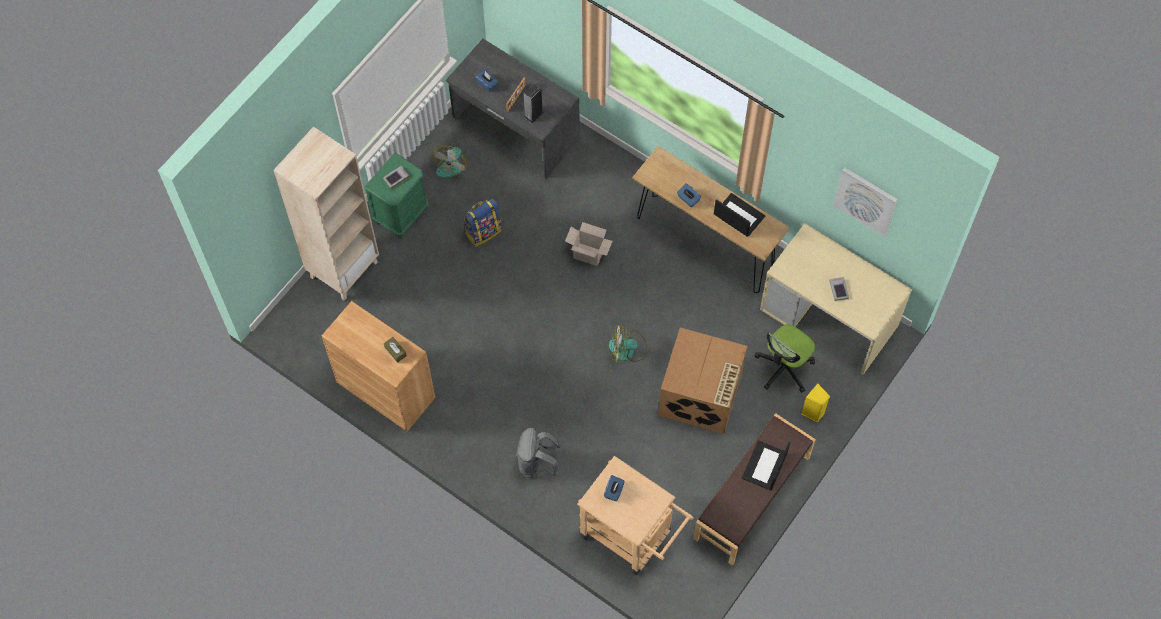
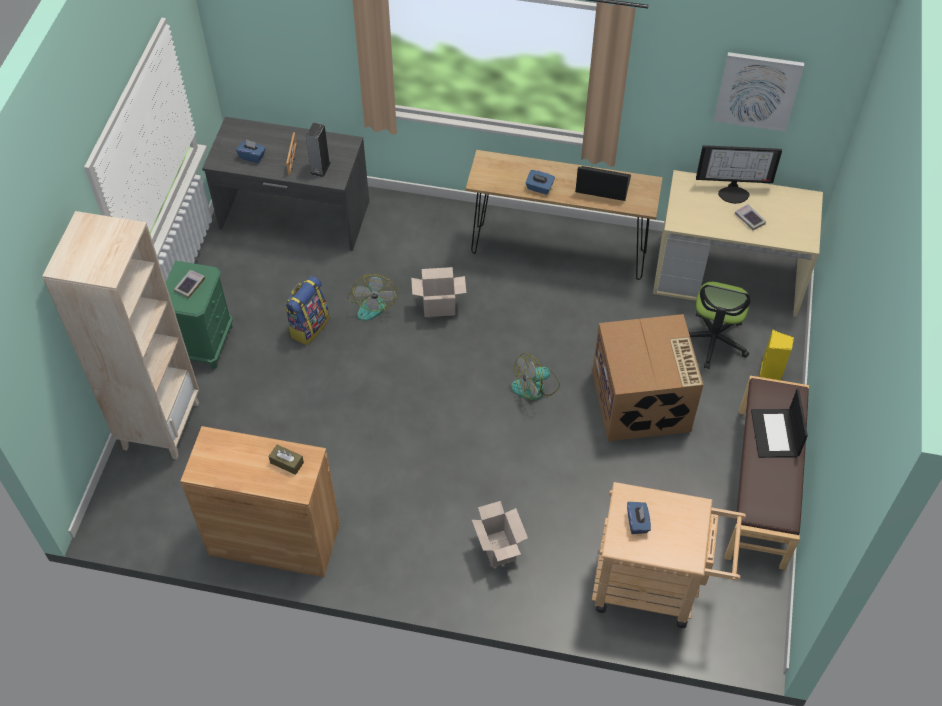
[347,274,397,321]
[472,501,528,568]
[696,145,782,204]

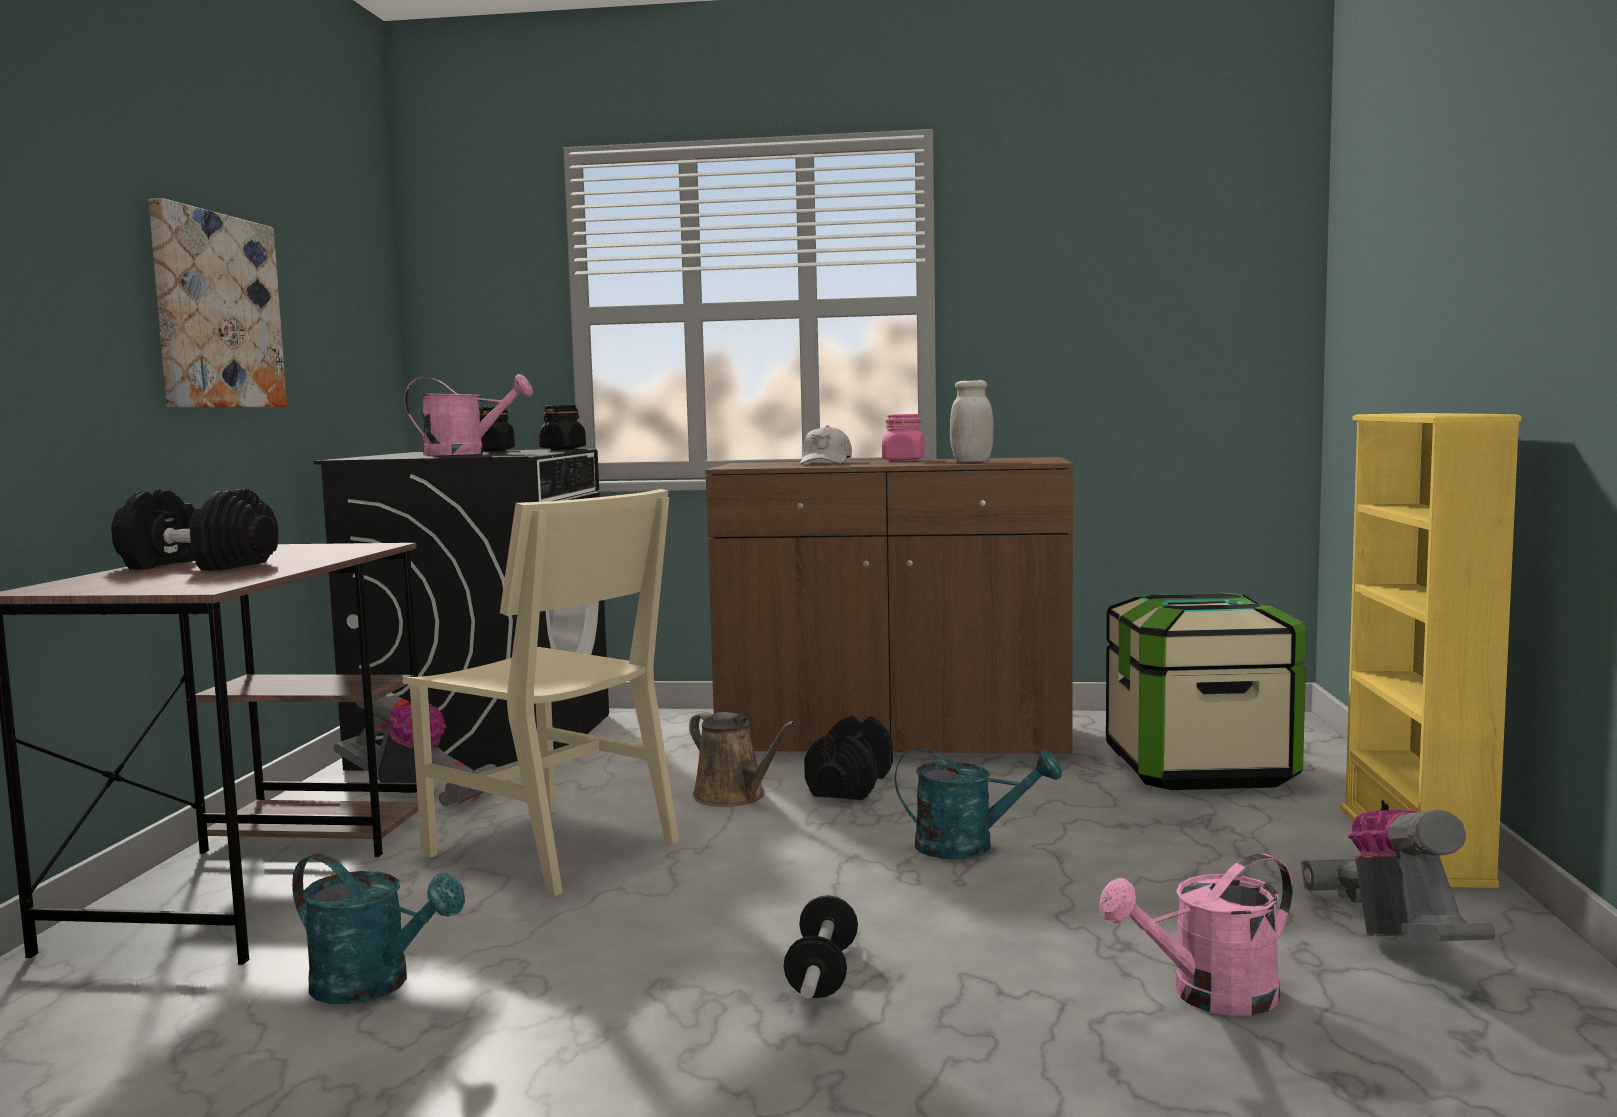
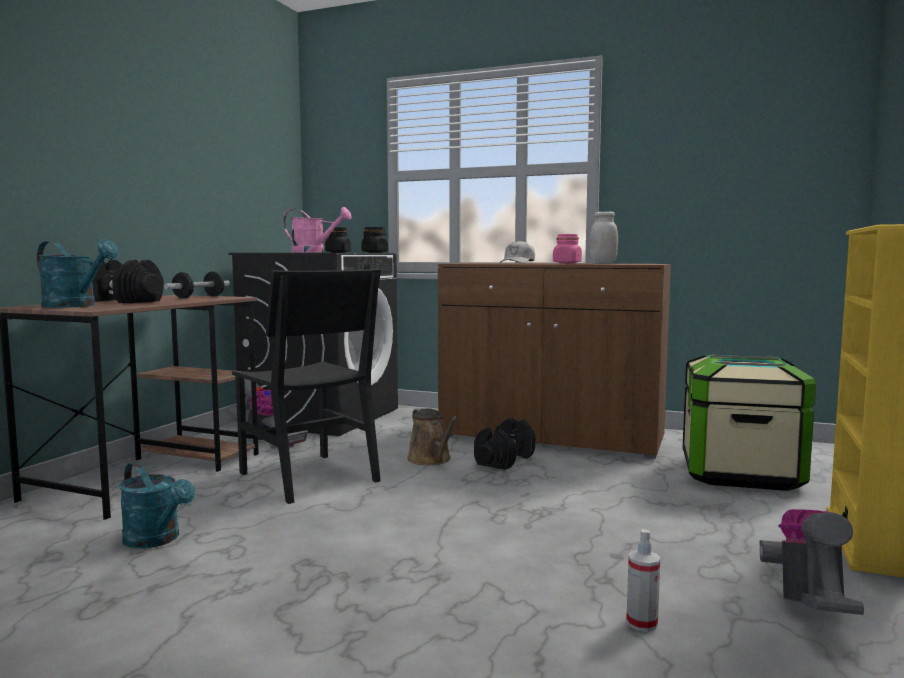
[37,239,119,308]
[164,271,230,299]
[232,269,381,504]
[626,529,660,632]
[149,198,287,407] (first image)

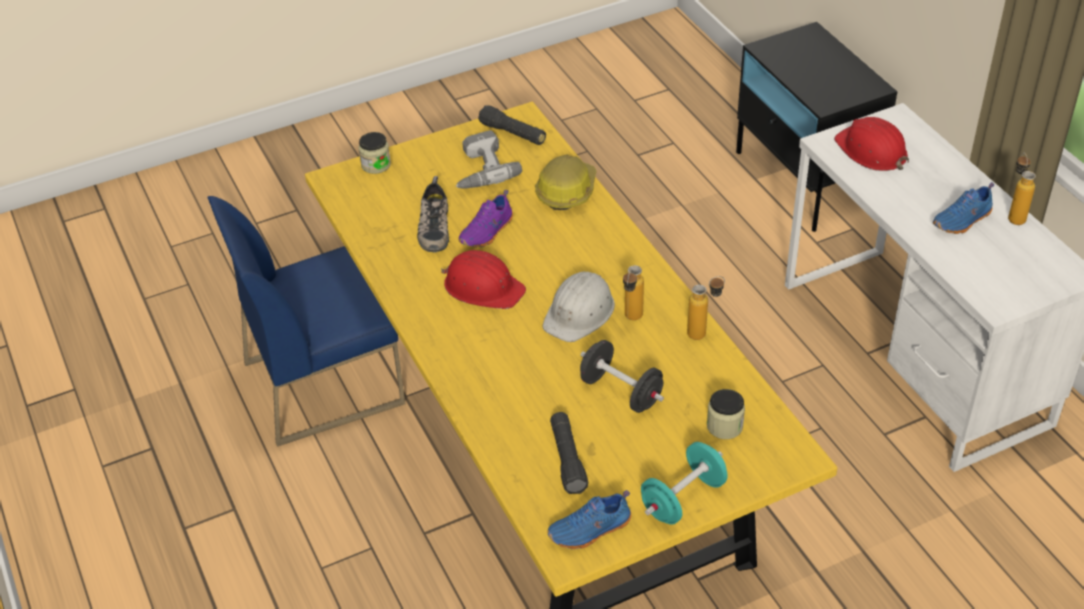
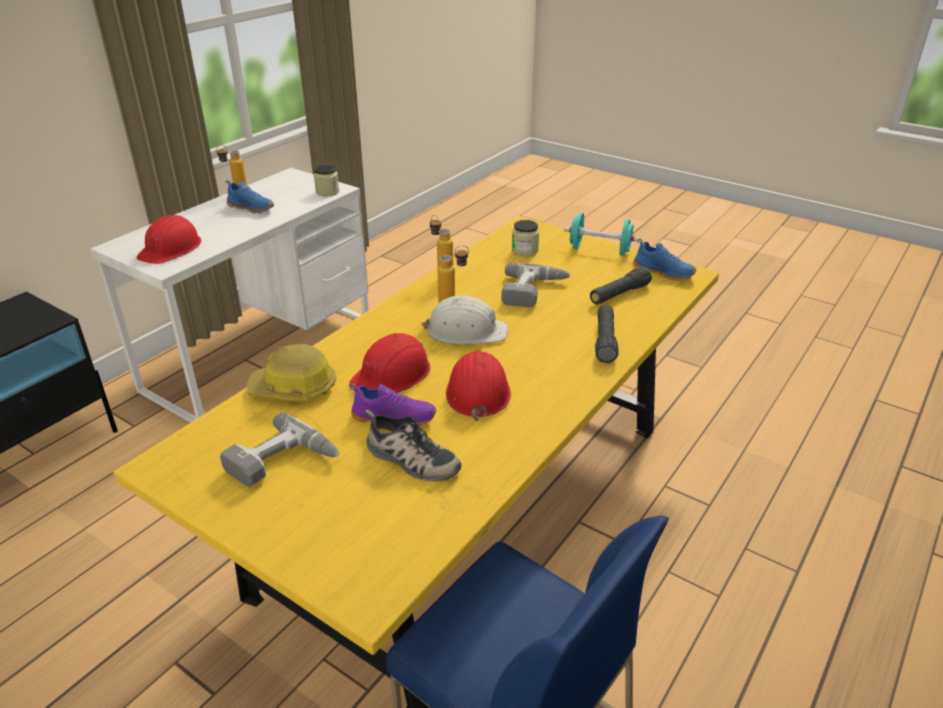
[314,165,339,196]
[349,333,430,393]
[364,409,462,482]
[501,263,571,307]
[595,305,619,363]

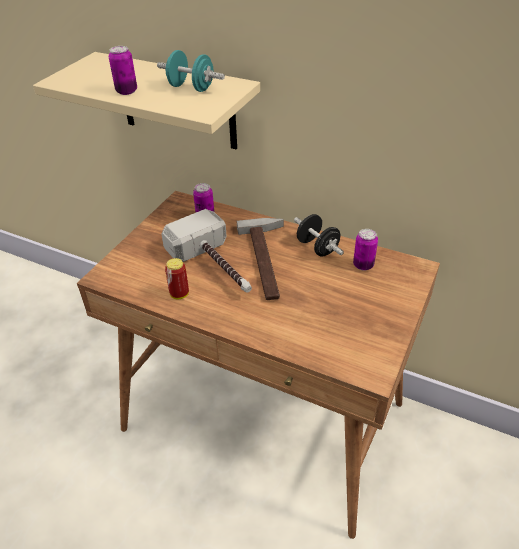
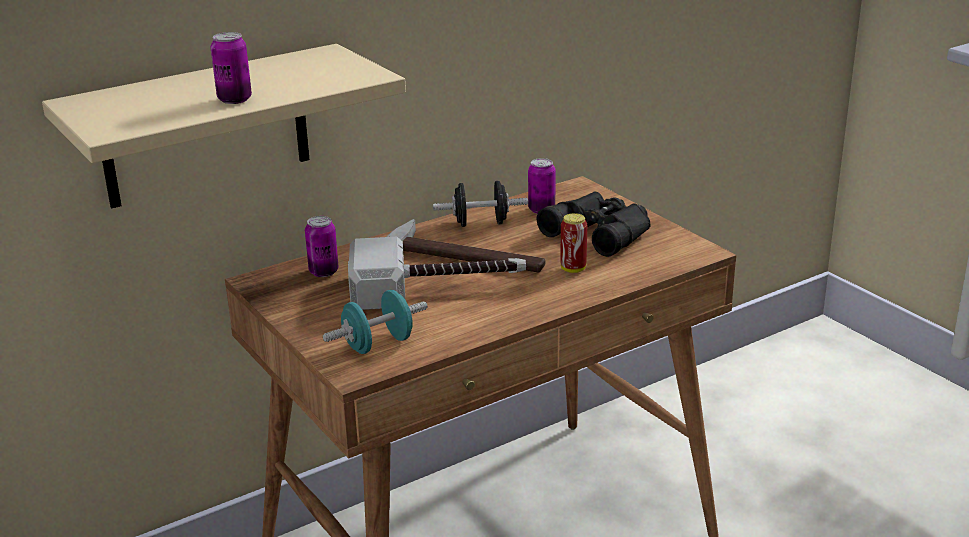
[323,290,428,354]
[536,192,651,257]
[561,213,587,273]

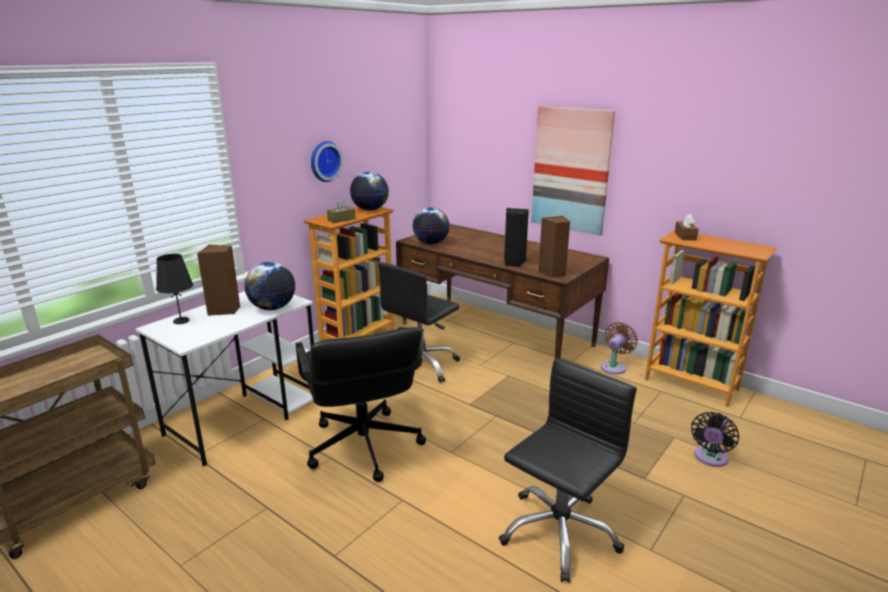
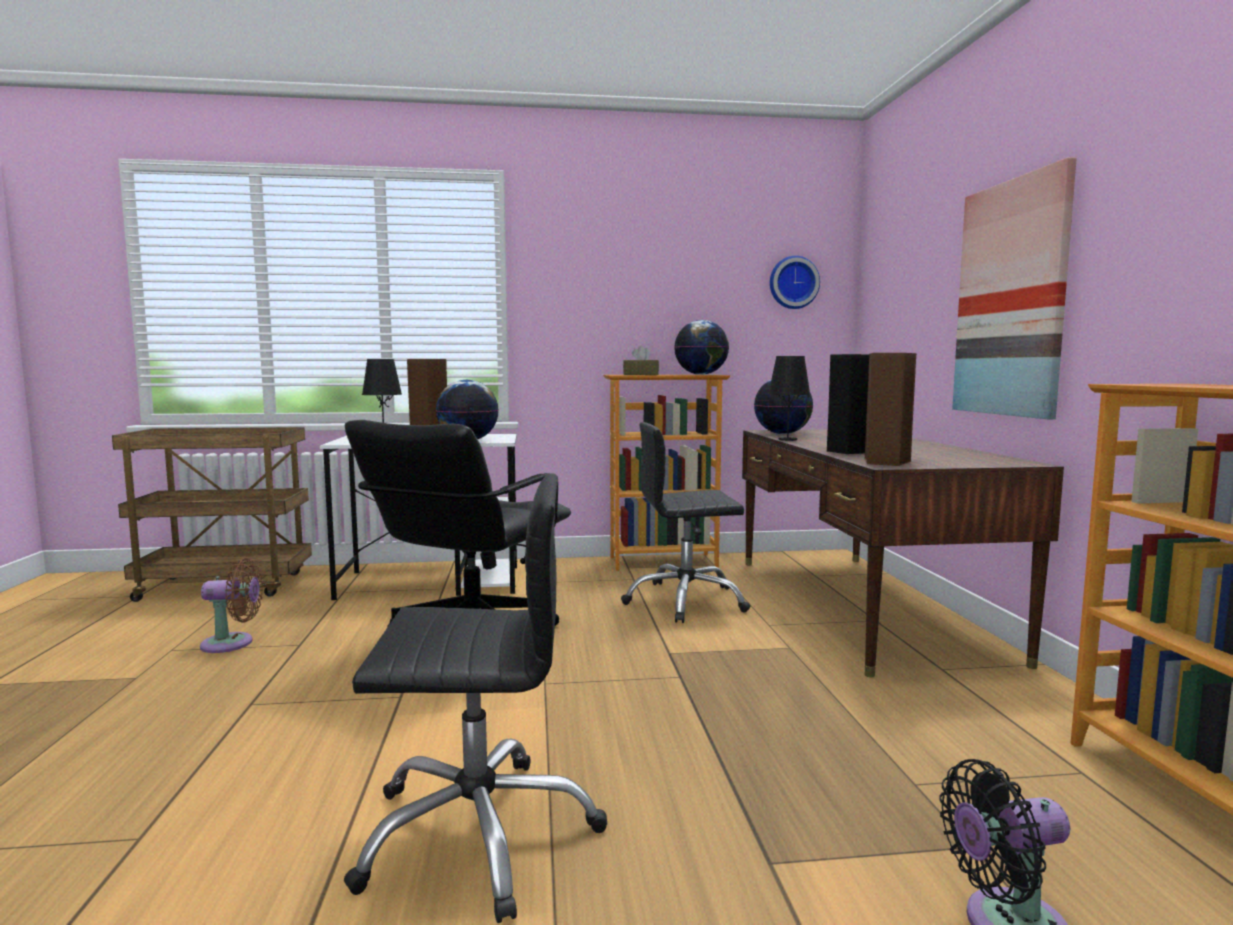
[200,558,263,653]
[768,356,811,441]
[770,256,820,309]
[675,214,699,241] (first image)

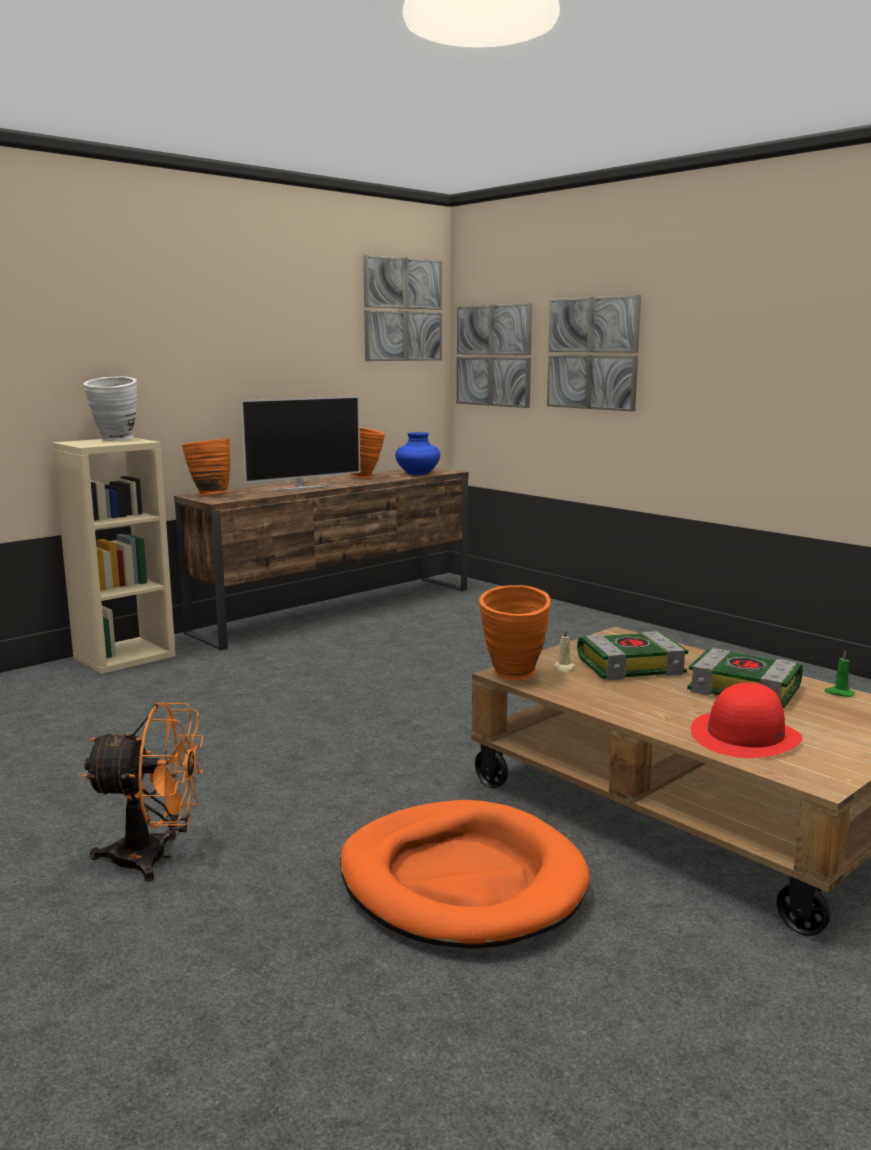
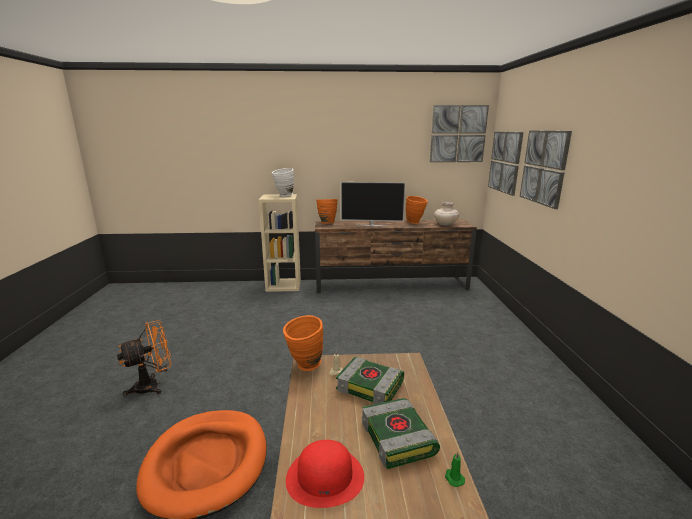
[117,320,172,396]
[434,202,459,226]

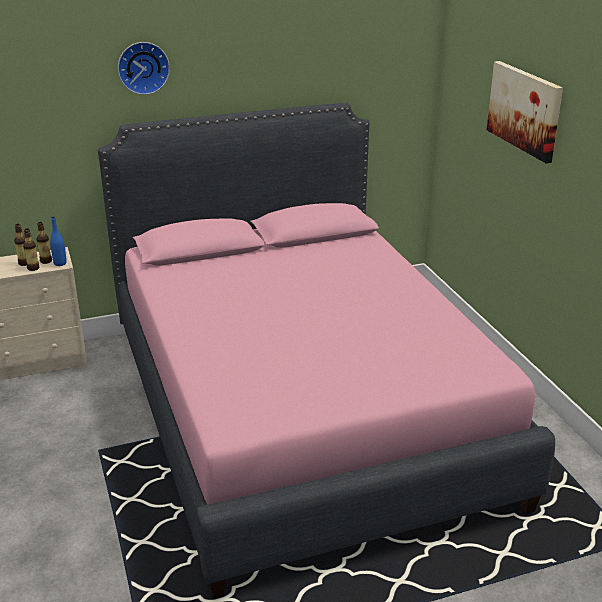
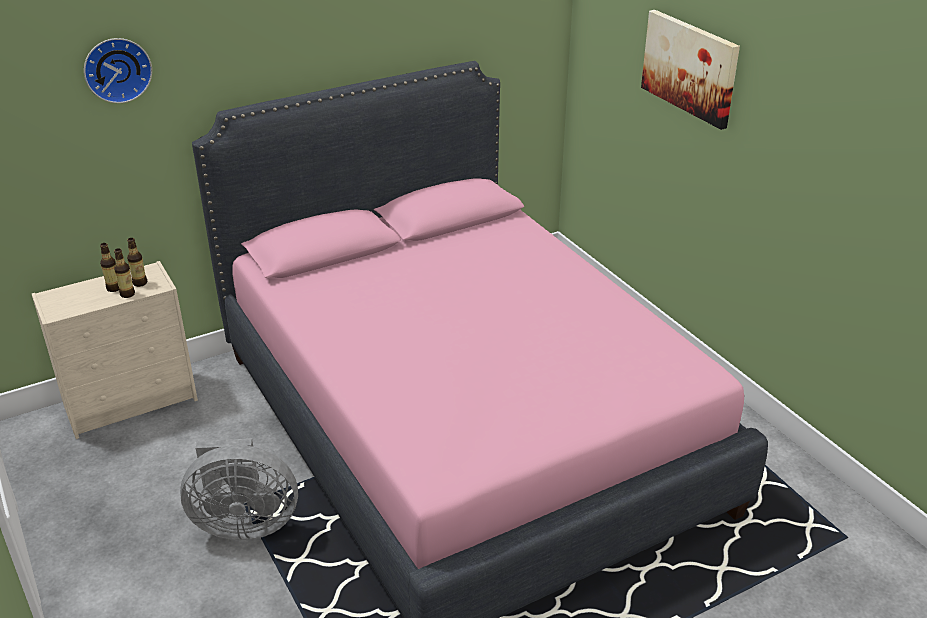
[84,38,152,103]
[180,438,298,540]
[50,216,67,266] (first image)

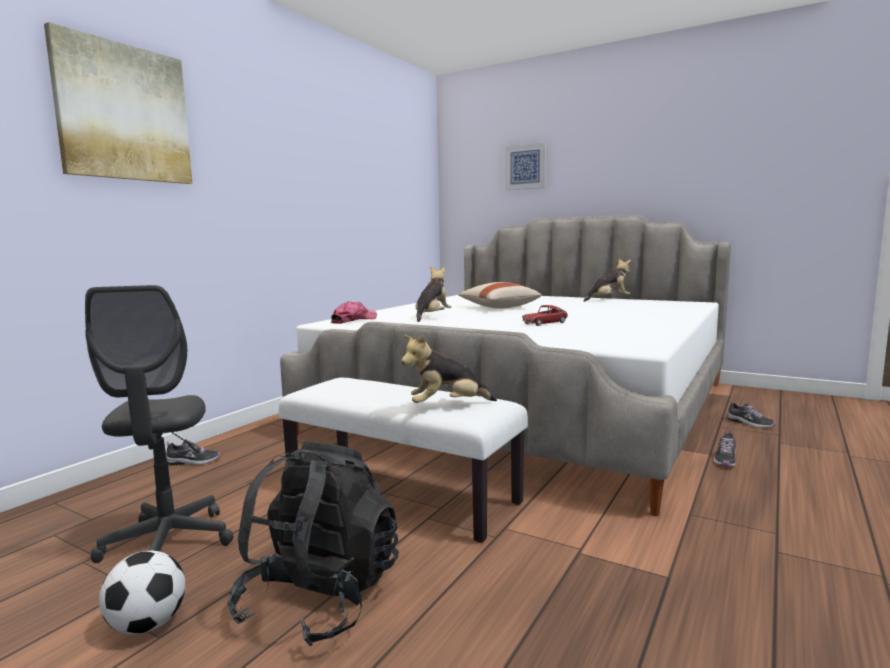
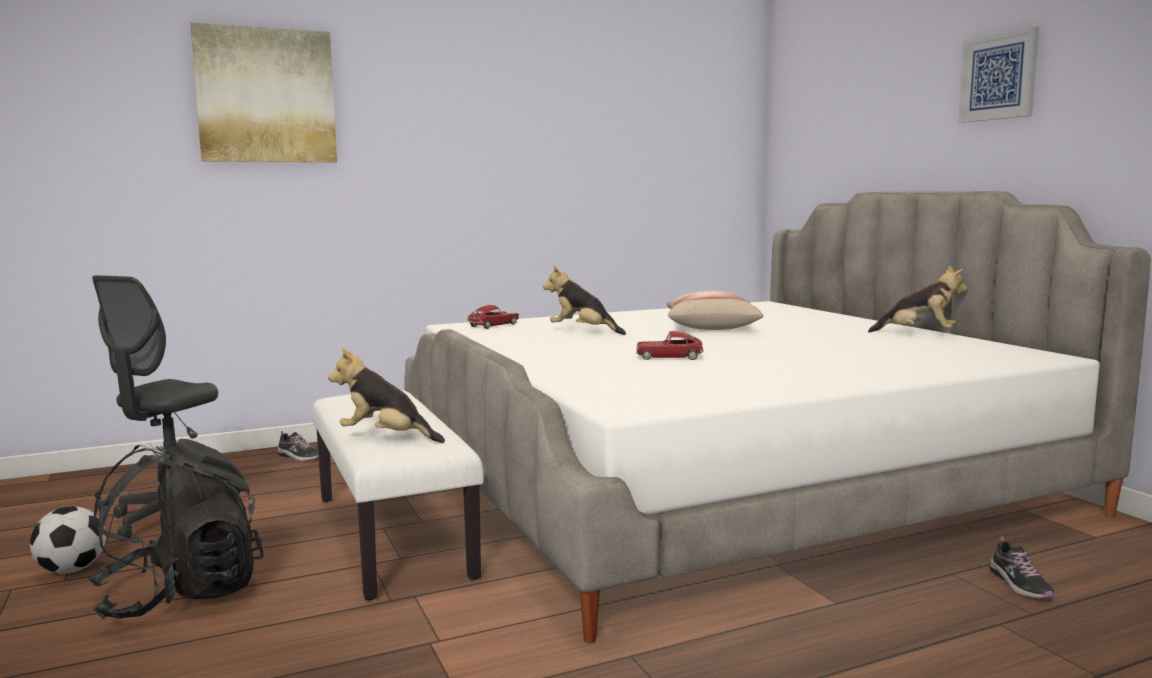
[467,305,519,329]
[543,266,626,335]
[958,27,1039,123]
[713,430,736,466] (first image)

